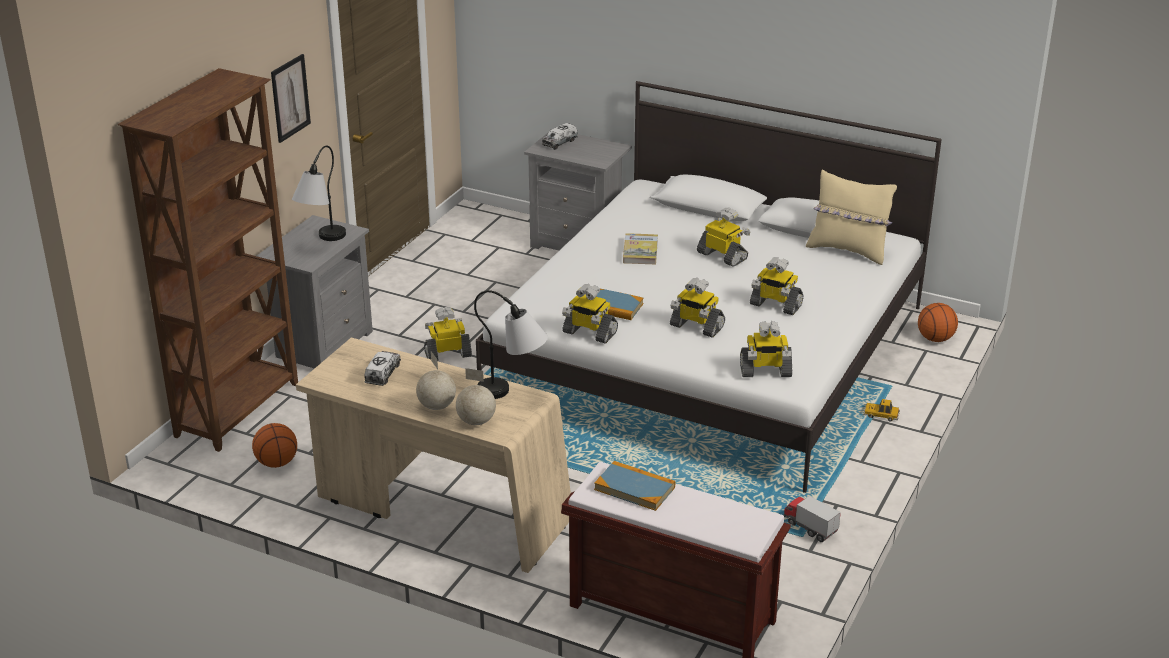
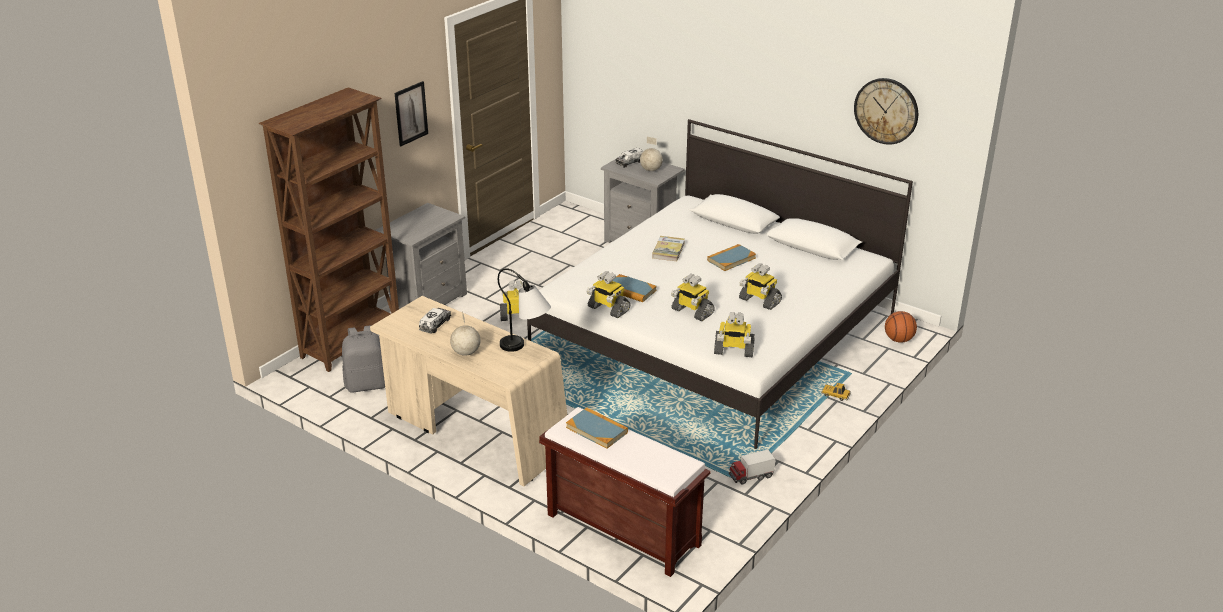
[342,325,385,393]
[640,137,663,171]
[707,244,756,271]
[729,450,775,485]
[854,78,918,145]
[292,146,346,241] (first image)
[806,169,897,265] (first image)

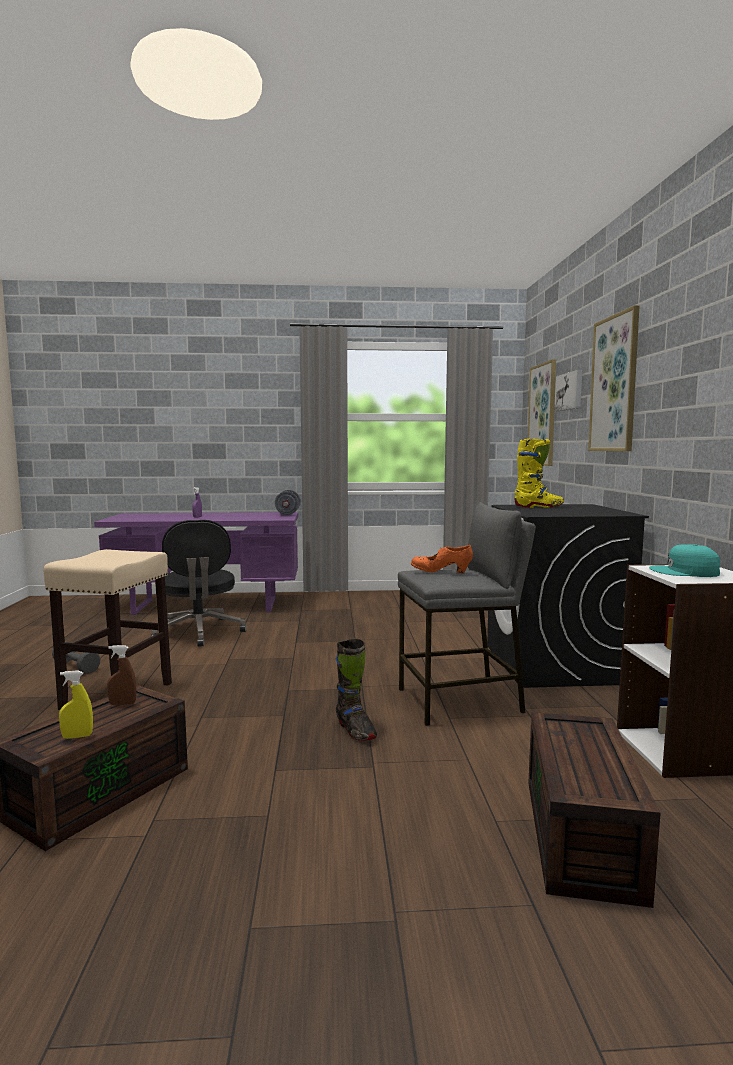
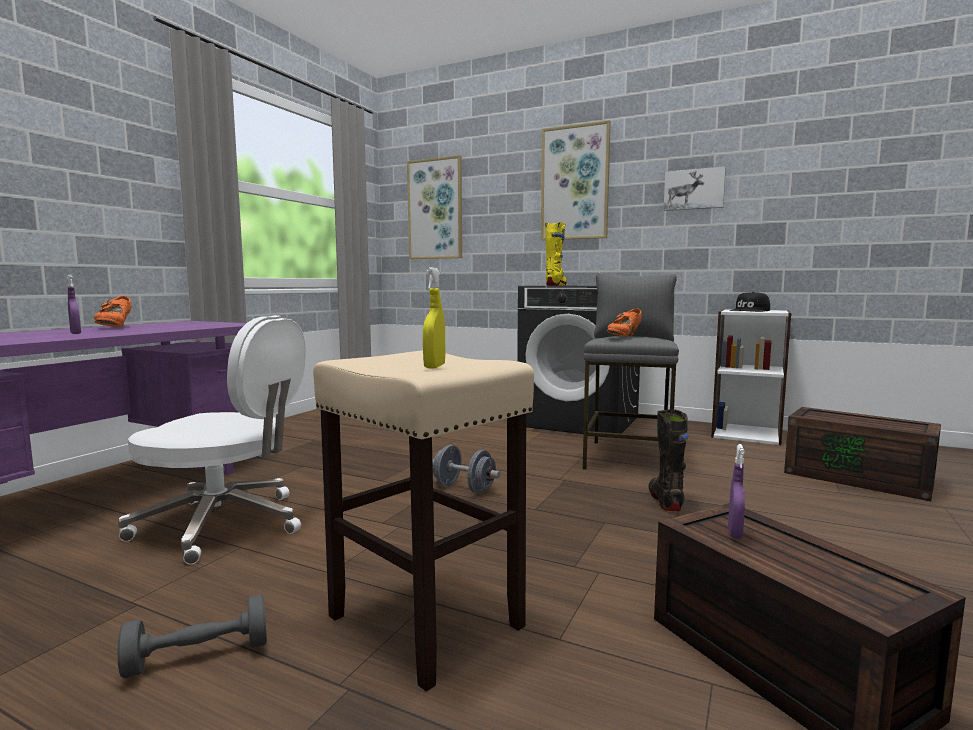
[94,296,131,327]
[118,315,306,564]
[423,267,445,369]
[432,445,500,493]
[648,409,688,511]
[664,166,726,211]
[728,444,745,539]
[730,292,770,312]

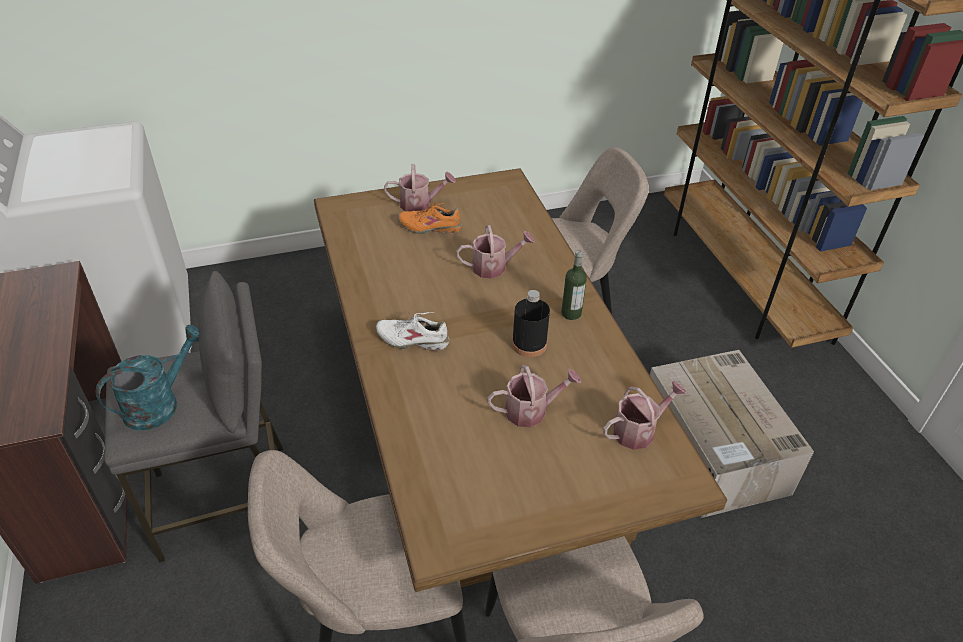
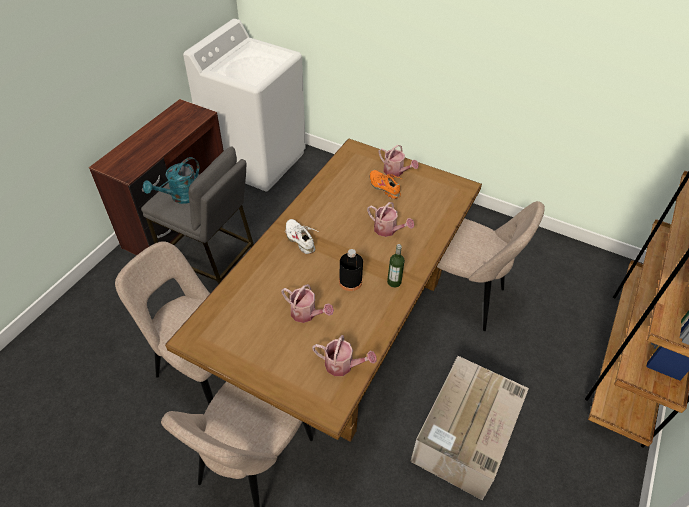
[143,157,199,204]

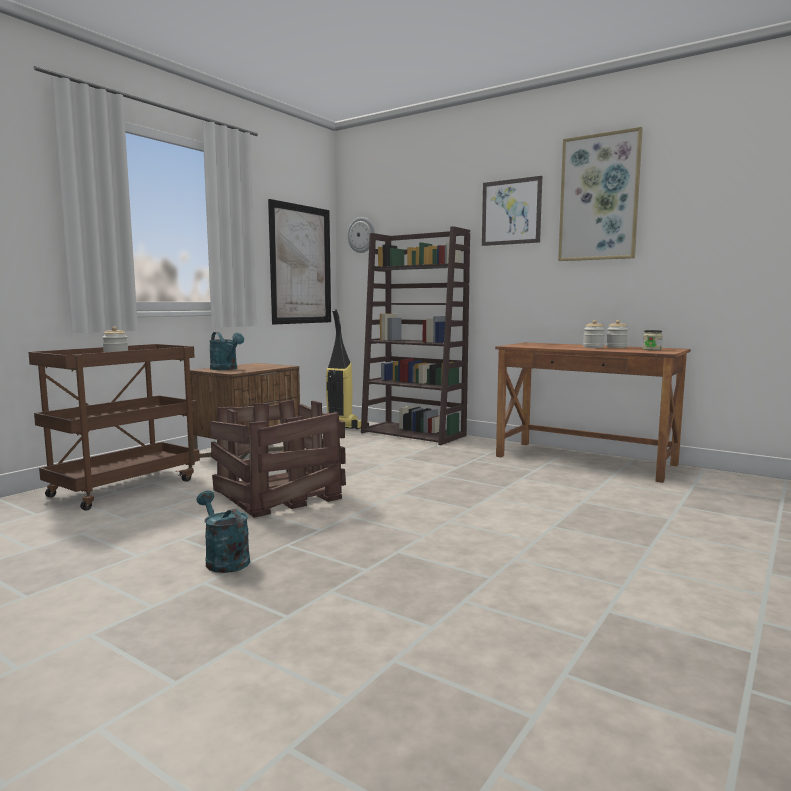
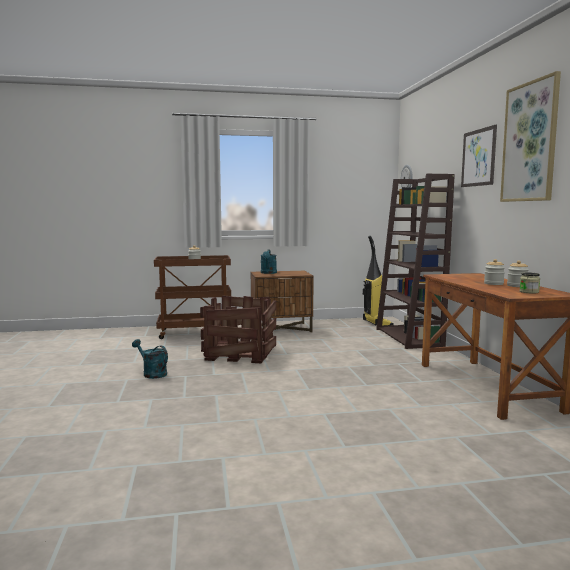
[132,339,168,379]
[268,199,331,325] (first image)

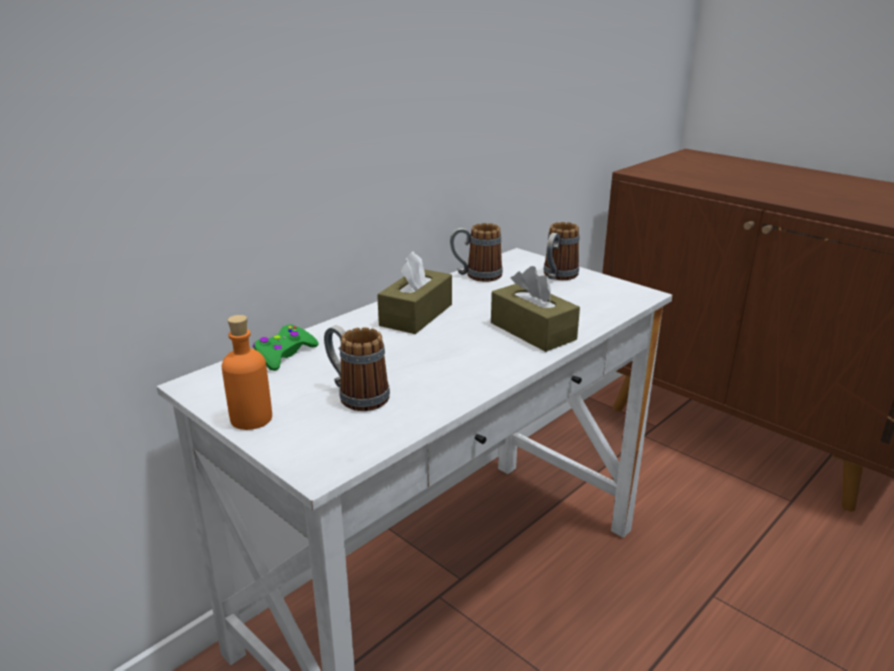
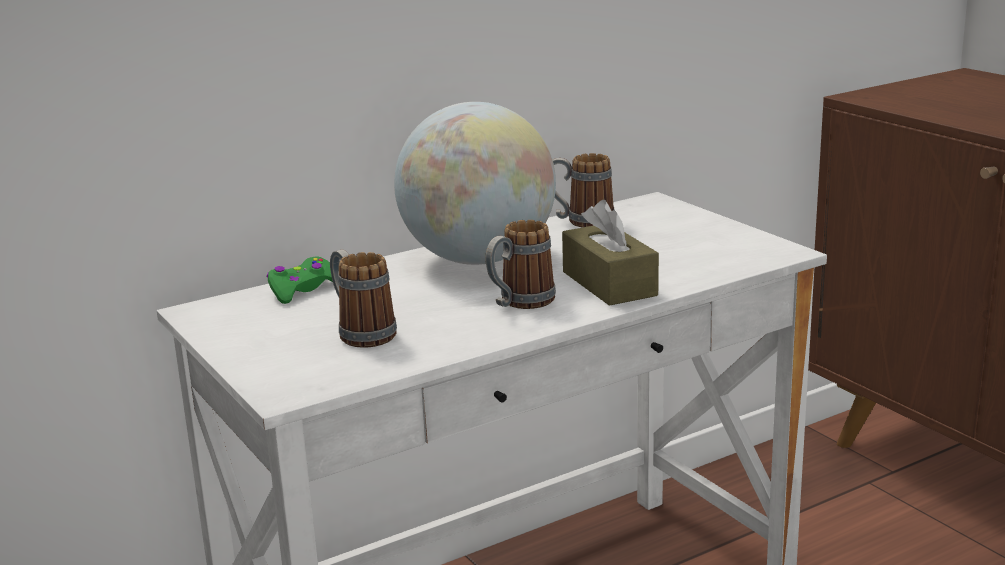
[394,102,556,265]
[485,220,556,309]
[222,315,272,430] (first image)

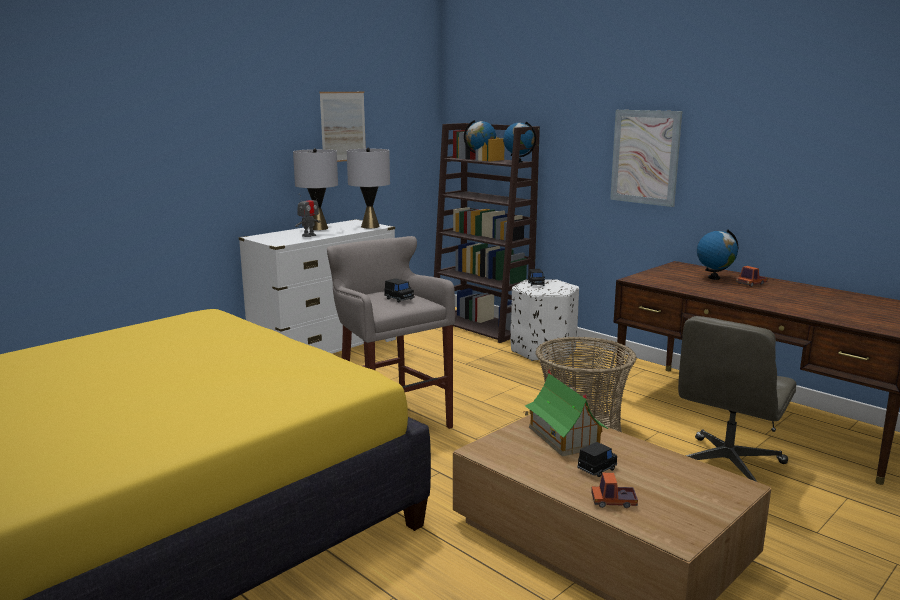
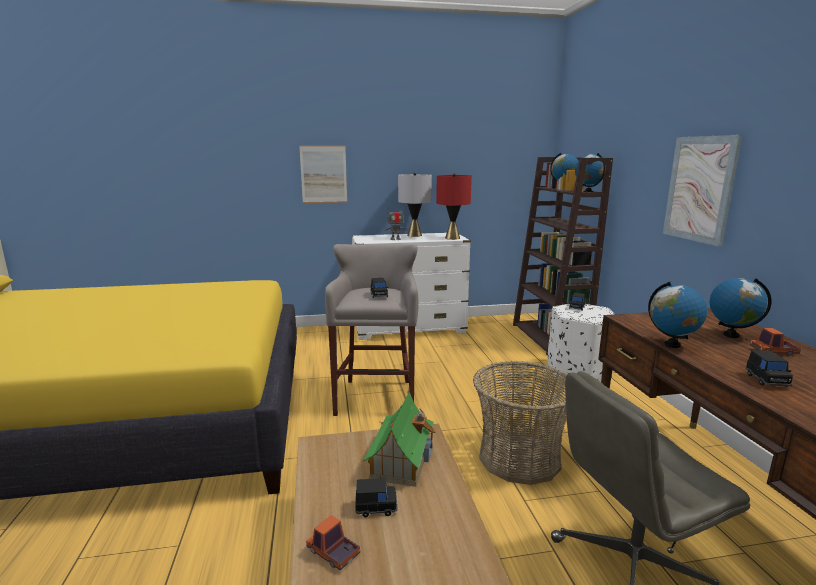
[299,145,347,203]
[436,173,472,240]
[648,282,707,348]
[745,350,793,387]

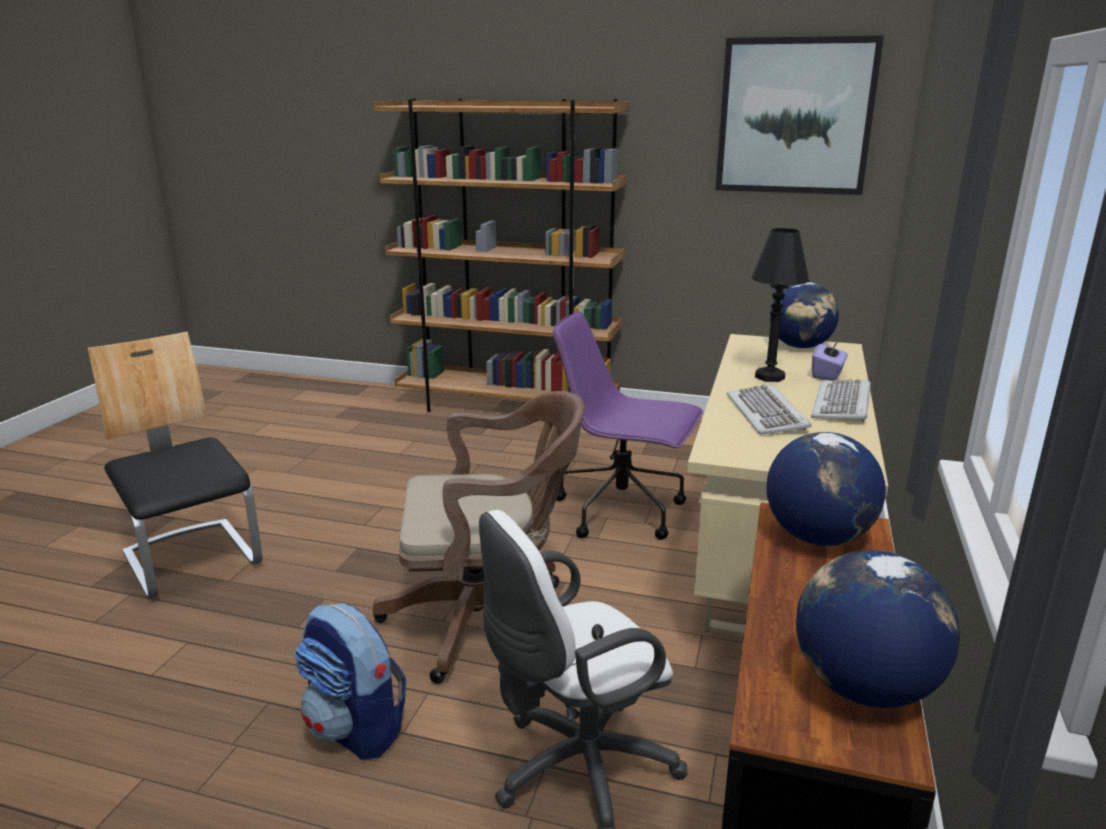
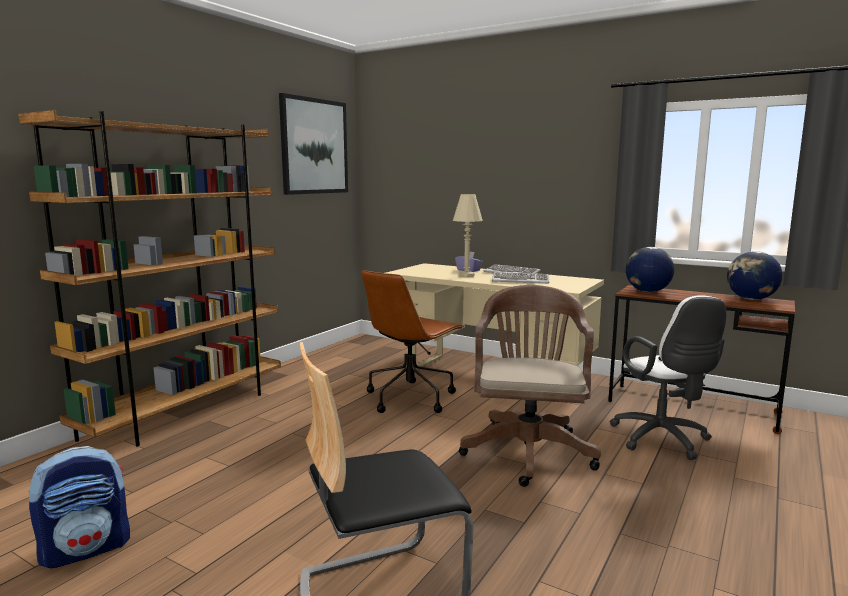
[29,446,130,568]
[362,270,464,413]
[453,194,483,277]
[770,282,839,349] (first image)

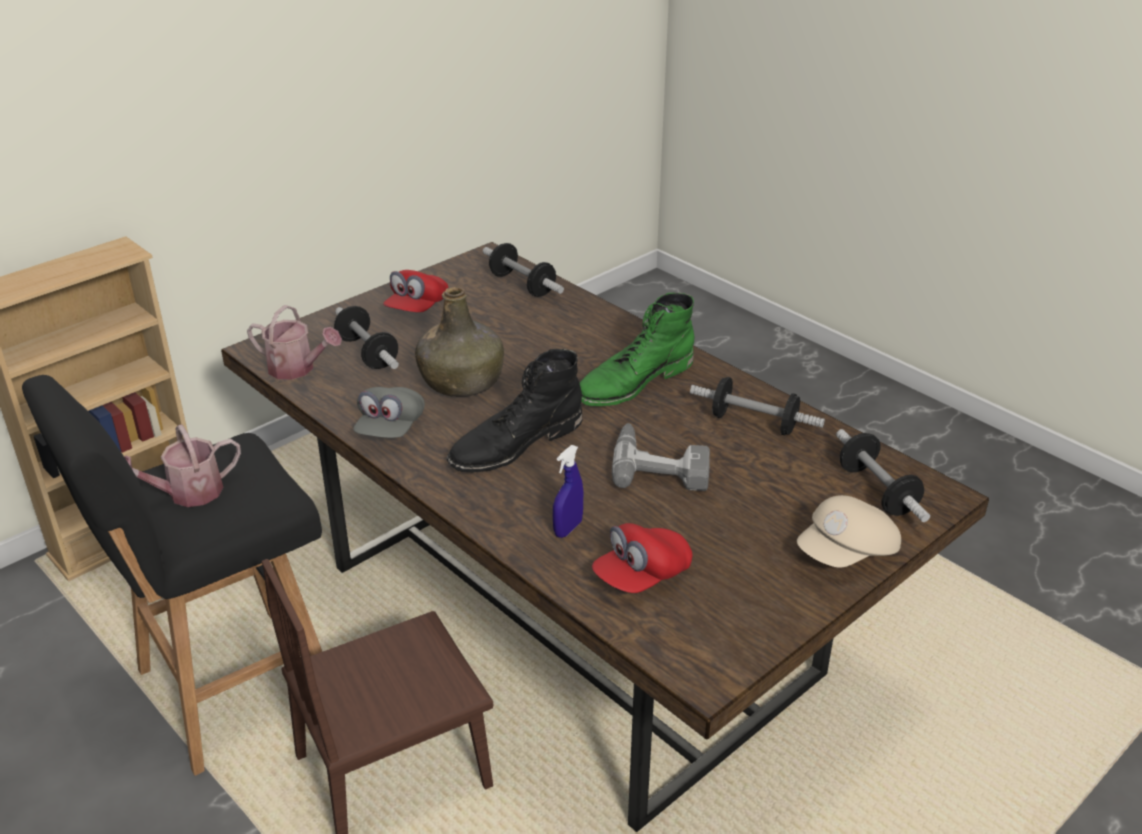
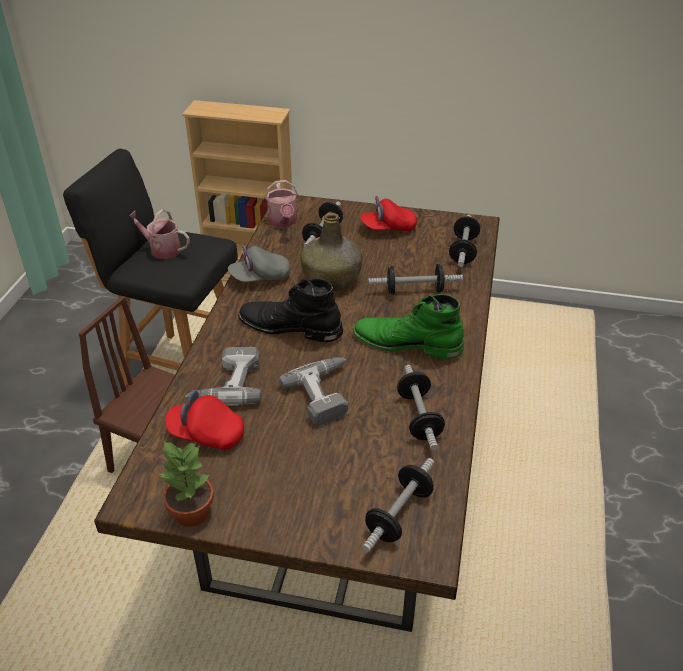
[159,441,214,527]
[185,347,261,406]
[368,264,463,295]
[797,495,901,568] (first image)

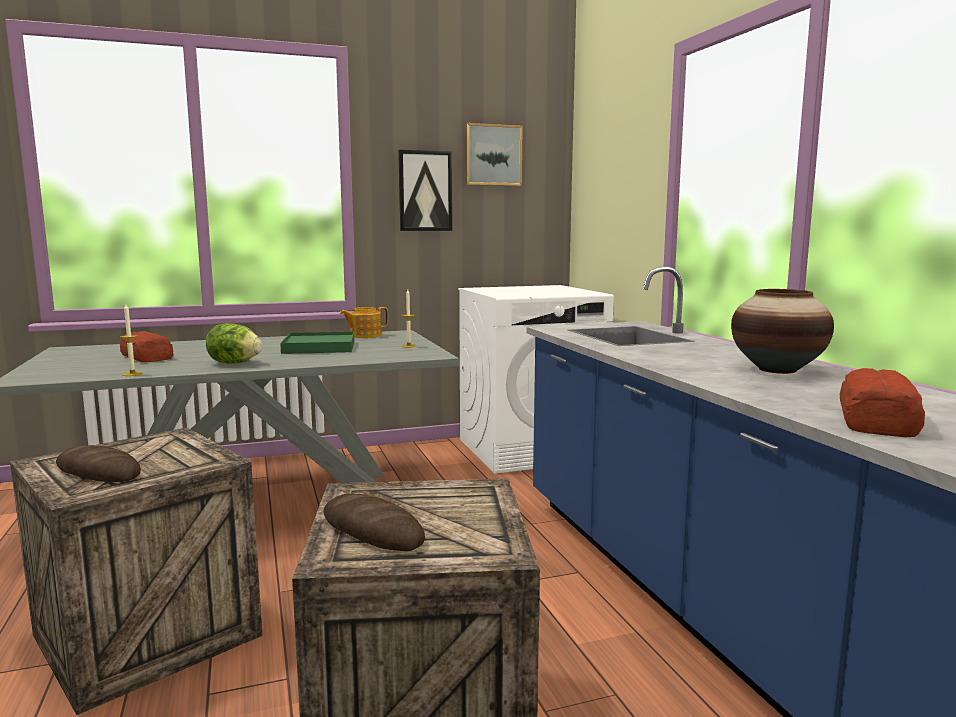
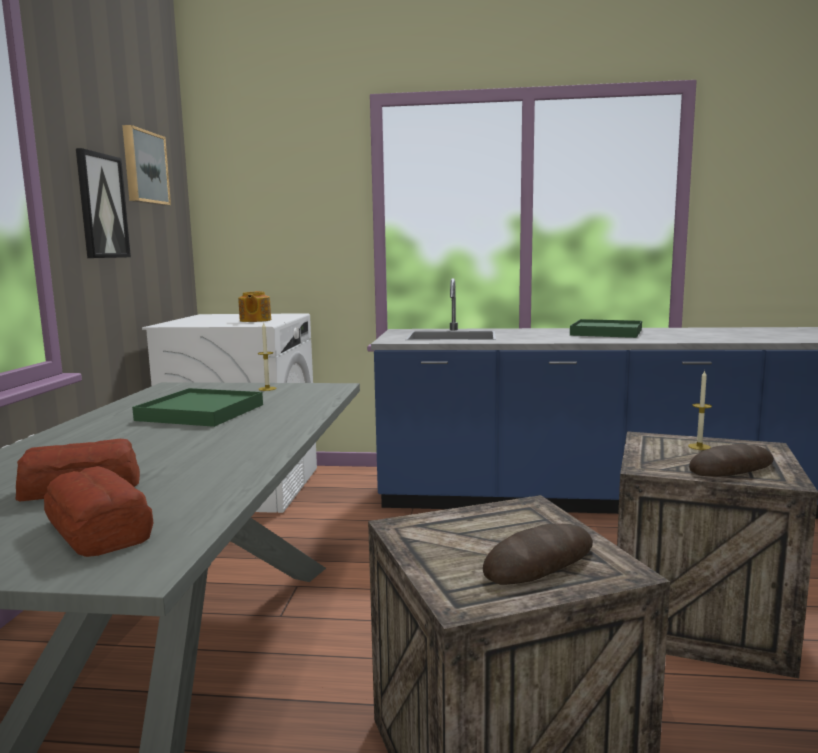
[44,466,153,557]
[238,291,271,322]
[570,319,642,338]
[688,370,712,450]
[206,323,263,363] (first image)

